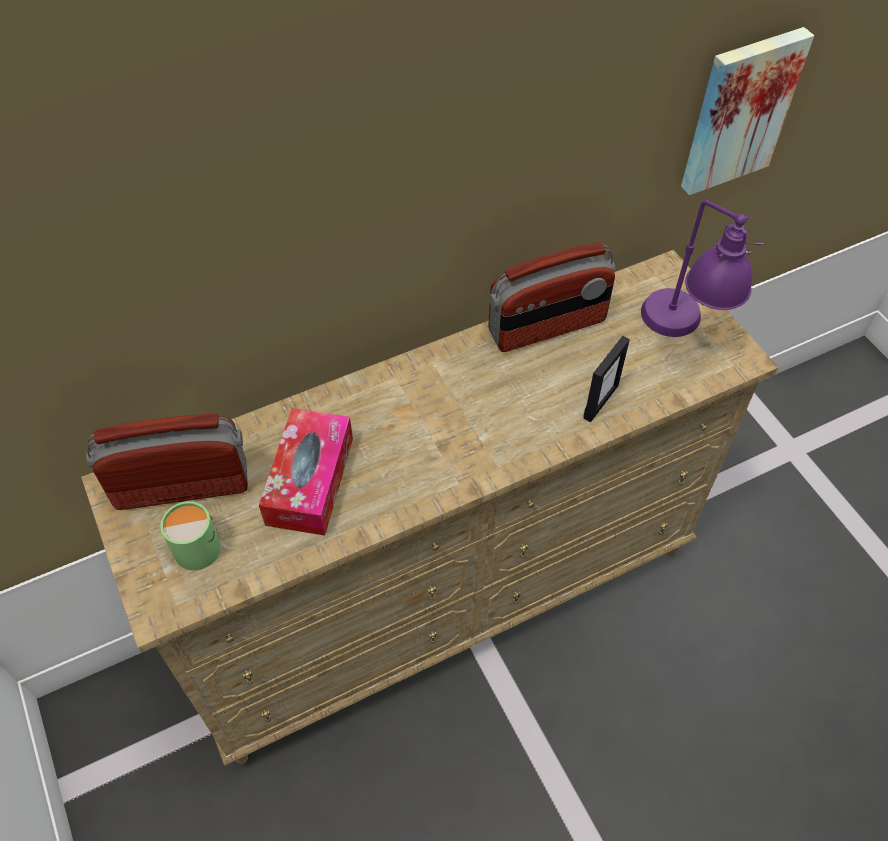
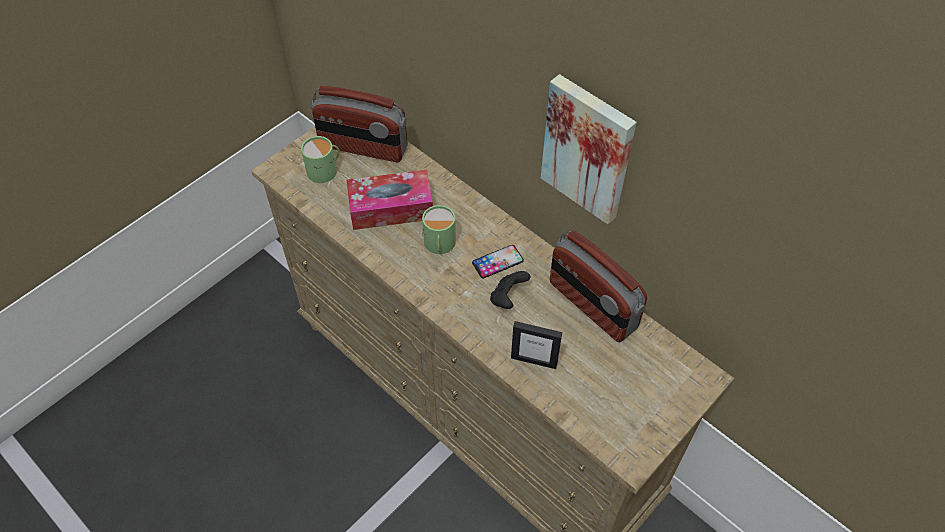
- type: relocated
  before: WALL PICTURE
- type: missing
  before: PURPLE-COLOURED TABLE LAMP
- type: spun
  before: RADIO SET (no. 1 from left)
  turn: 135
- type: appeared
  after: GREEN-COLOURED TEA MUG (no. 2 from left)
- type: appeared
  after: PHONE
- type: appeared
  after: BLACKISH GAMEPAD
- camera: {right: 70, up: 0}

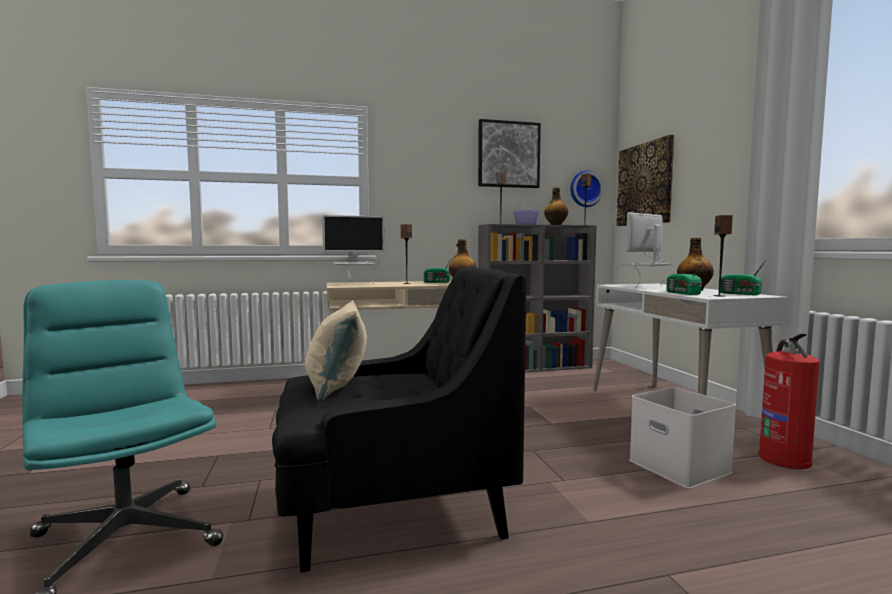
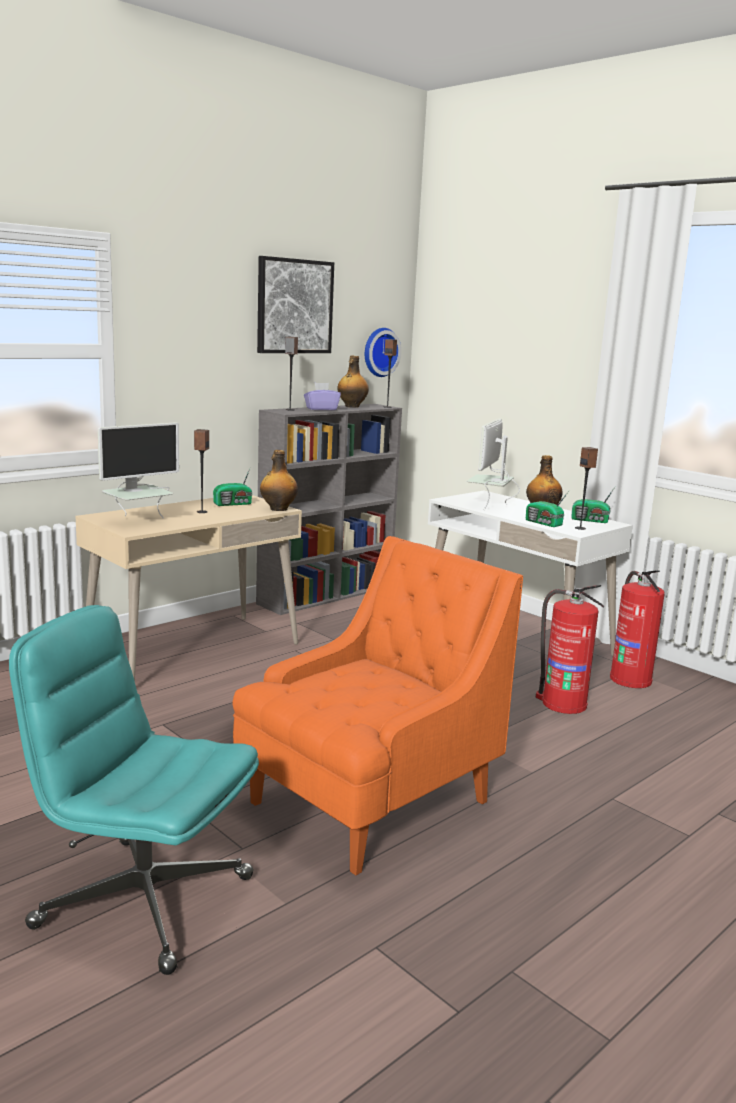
- type: missing
  before: WALL PICTURE (no. 2 from left)
- type: colour
  before: BLACKISH ARMCHAIR
  after: ORANGE-COLOURED ARMCHAIR
- type: missing
  before: SAND-COLOURED PILLOW
- type: exchanged
  before: WHITE STORAGE BOX
  after: EXTINGUISHER (no. 1 from left)
- camera: {right: -30, up: 10}

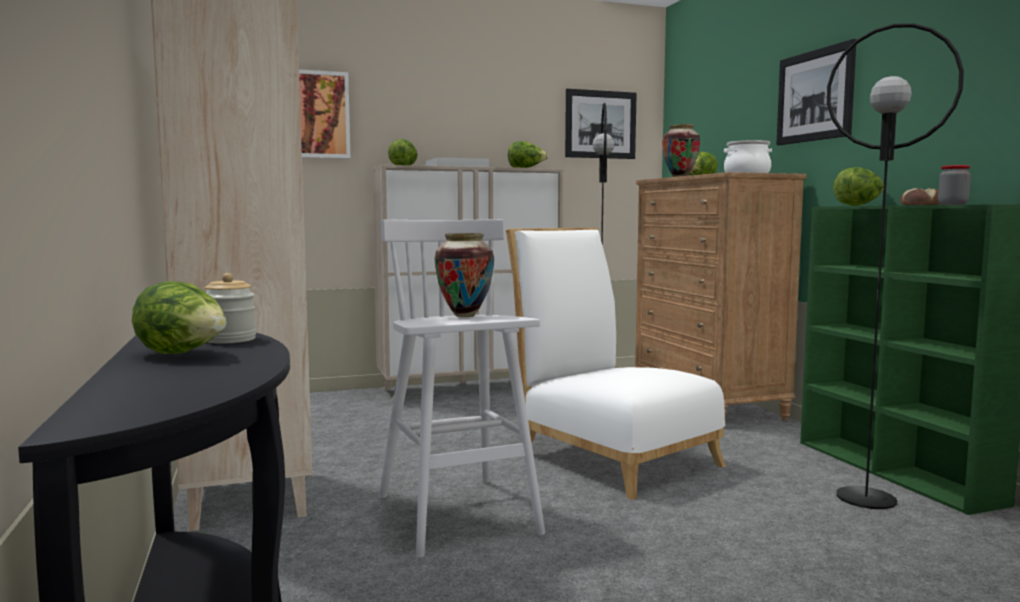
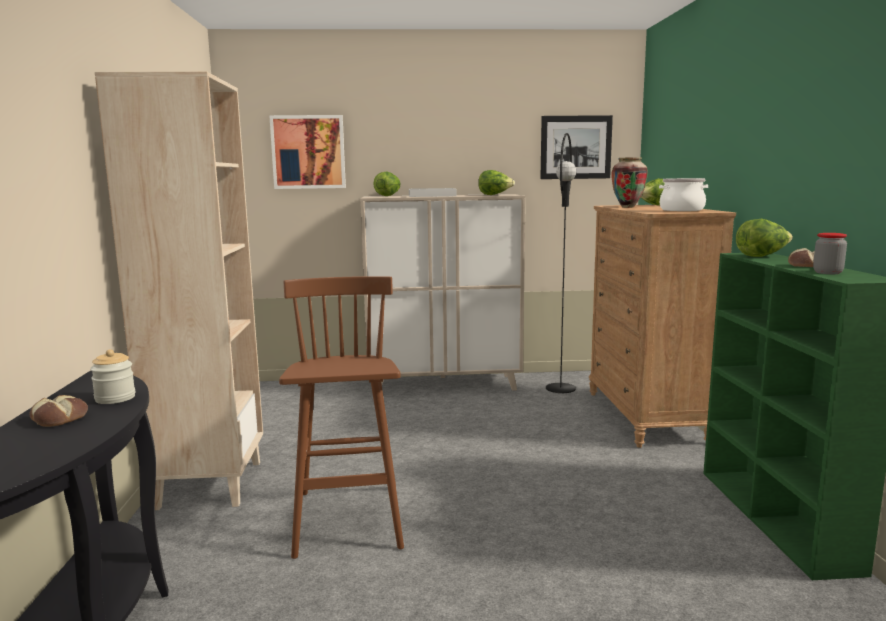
- type: missing
  before: BLACKISH STANDING LAMP (no. 2 from left)
- type: missing
  before: WALL PICTURE (no. 3 from left)
- type: colour
  before: WHITE STOOL
  after: BROWN-COLOURED STOOL
- type: missing
  before: WHITE PLAIN CHAIR
- type: missing
  before: DECORATIVE VASE (no. 1 from left)
- type: exchanged
  before: LETTUCE (no. 1 from left)
  after: BREAD (no. 1 from left)
- camera: {right: 15, up: 5}

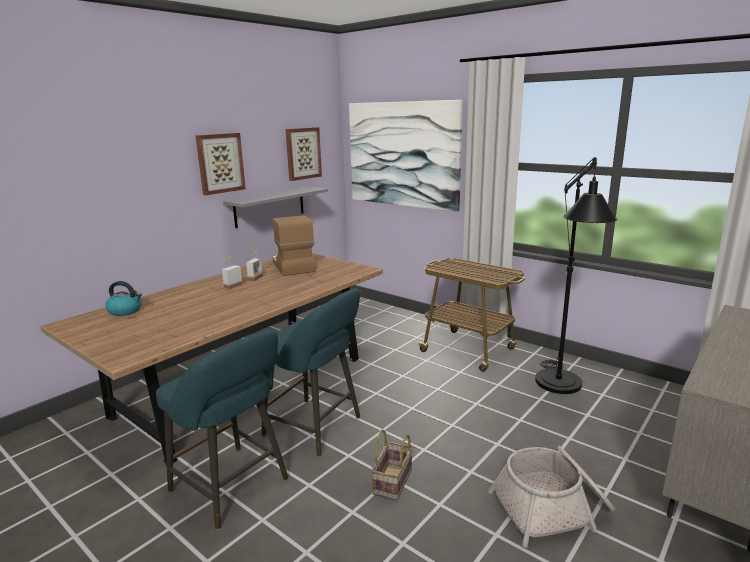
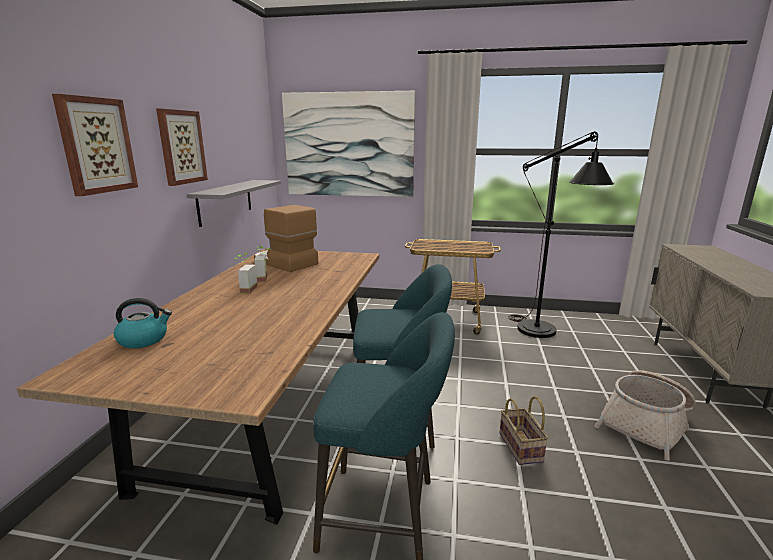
- type: relocated
  before: WALL PICTURE (no. 2 from left in the first image)
  after: WALL PICTURE (no. 1 from left)
- camera: {right: -30, up: 0}

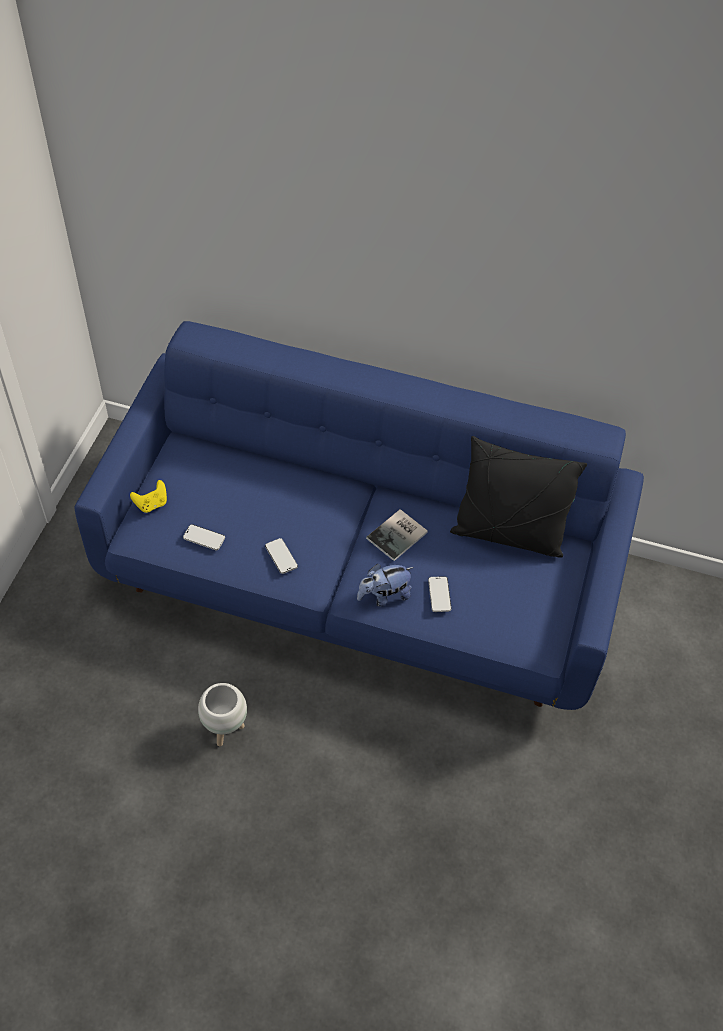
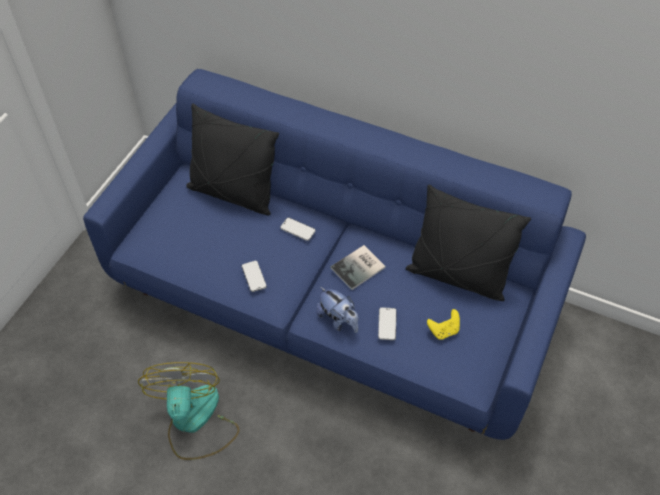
- type: relocated
  before: YELLOW GAMEPAD
- type: relocated
  before: PHONE (no. 1 from left in the first image)
  after: PHONE (no. 2 from left)
- type: spun
  before: CUDDLY TOY
  turn: -120
- type: exchanged
  before: WHITE PLANTER
  after: ELECTRIC FAN
- type: appeared
  after: BLACKISH PILLOW (no. 1 from left)
- camera: {right: 10, up: 0}

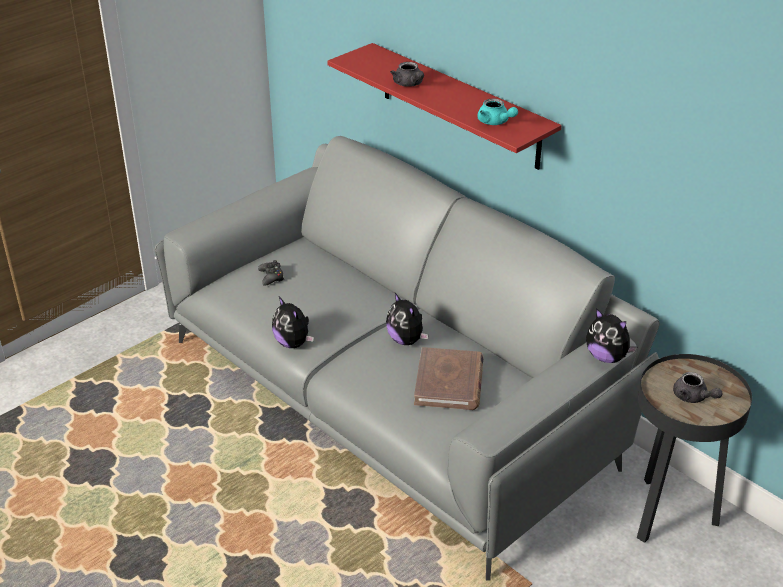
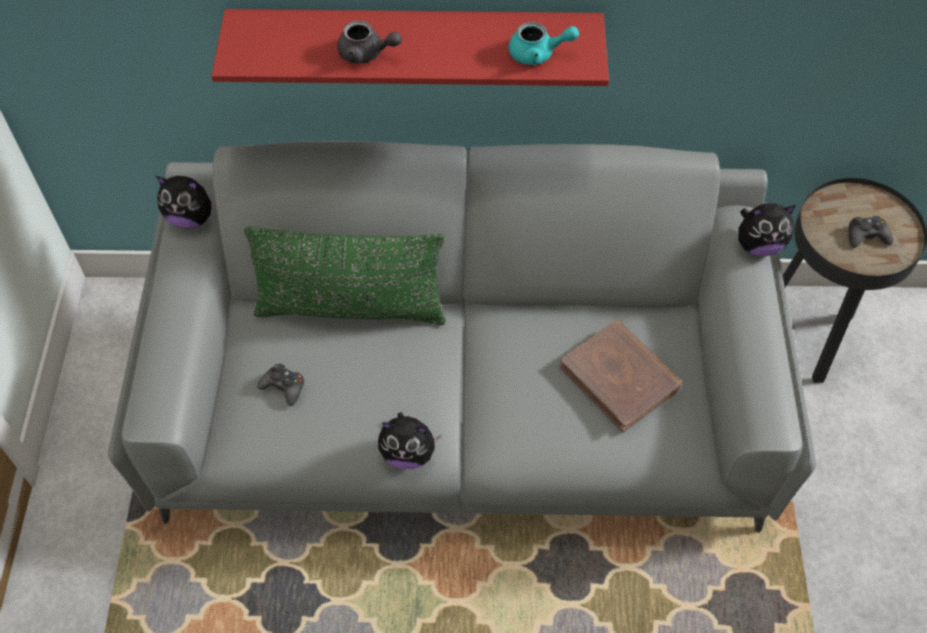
- type: relocated
  before: CUDDLY TOY (no. 2 from left in the first image)
  after: CUDDLY TOY (no. 1 from left)
- type: exchanged
  before: GRAY POT FOR TEA (no. 2 from left)
  after: BLACKISH GAMEPAD (no. 2 from left)
- type: appeared
  after: GREEN-COLOURED PILLOW
- camera: {right: -45, up: 20}

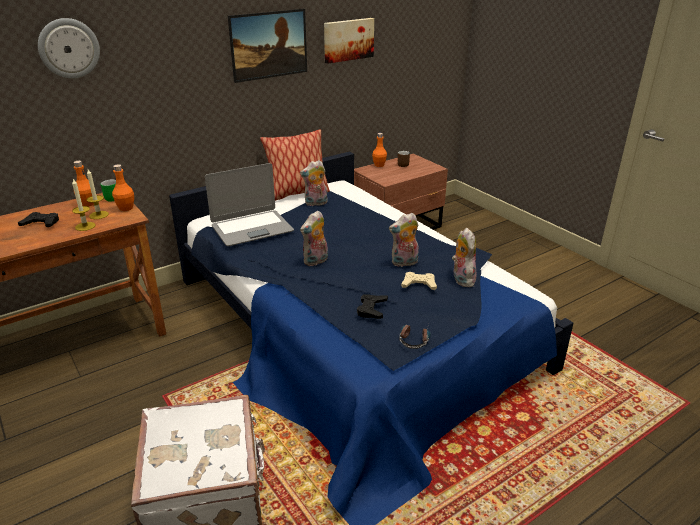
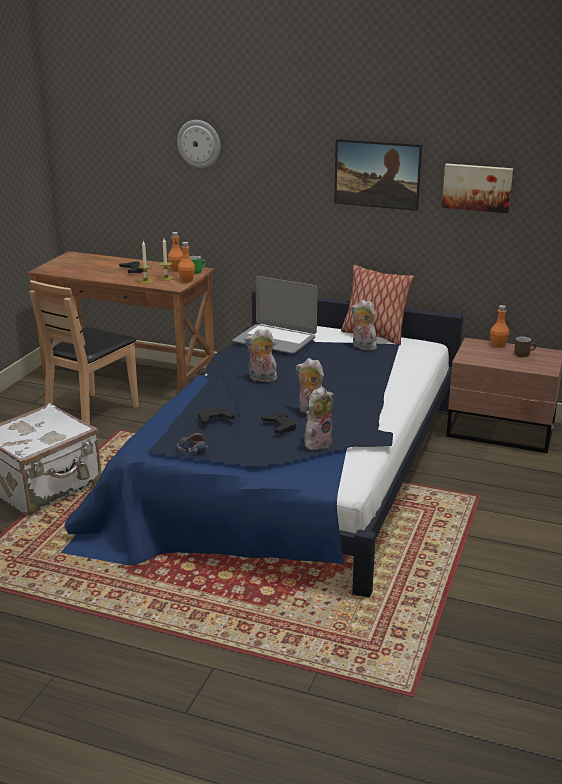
- type: colour
  before: SAND-COLOURED GAMEPAD
  after: BLACKISH GAMEPAD (no. 3 from left)
- type: appeared
  after: BROWN-COLOURED PLAIN CHAIR
- camera: {right: 55, up: -5}

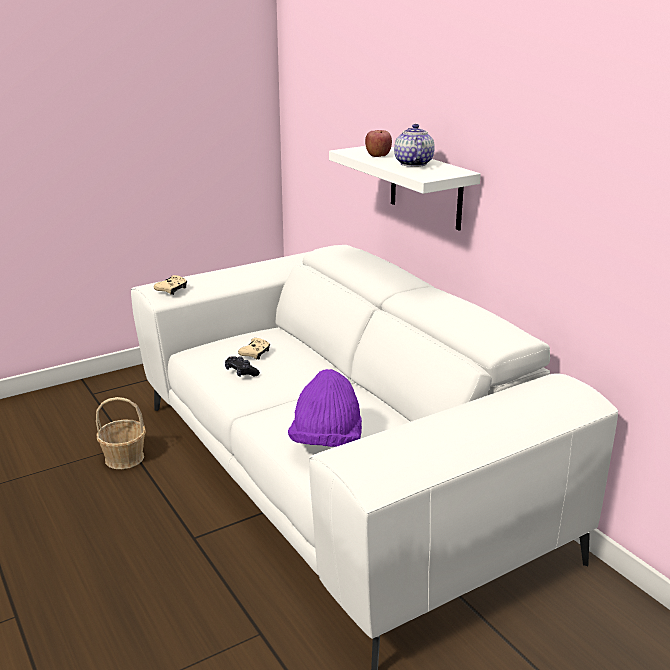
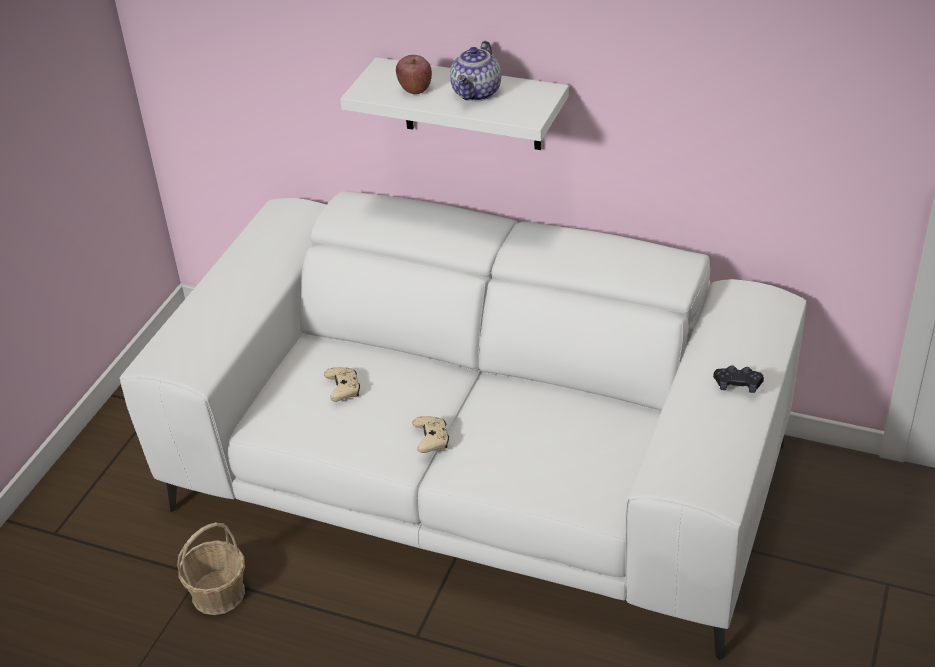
- type: spun
  before: POT FOR TEA
  turn: -120
- type: relocated
  before: SAND-COLOURED GAMEPAD (no. 1 from left in the first image)
  after: SAND-COLOURED GAMEPAD (no. 2 from left)
- type: relocated
  before: BLACKISH GAMEPAD
- type: missing
  before: PURPLE-COLOURED HAT
- camera: {right: -35, up: 15}

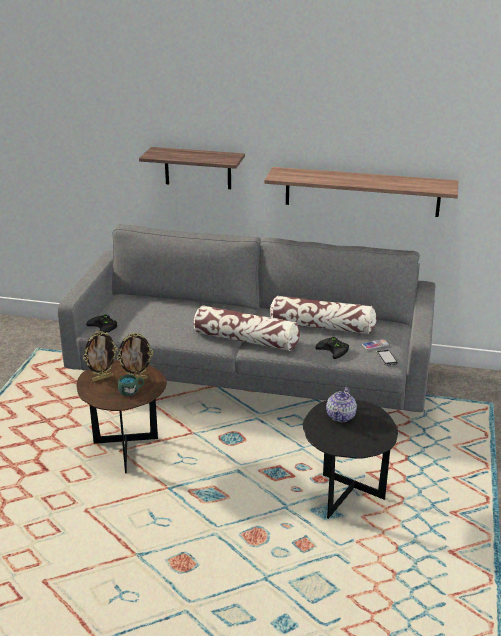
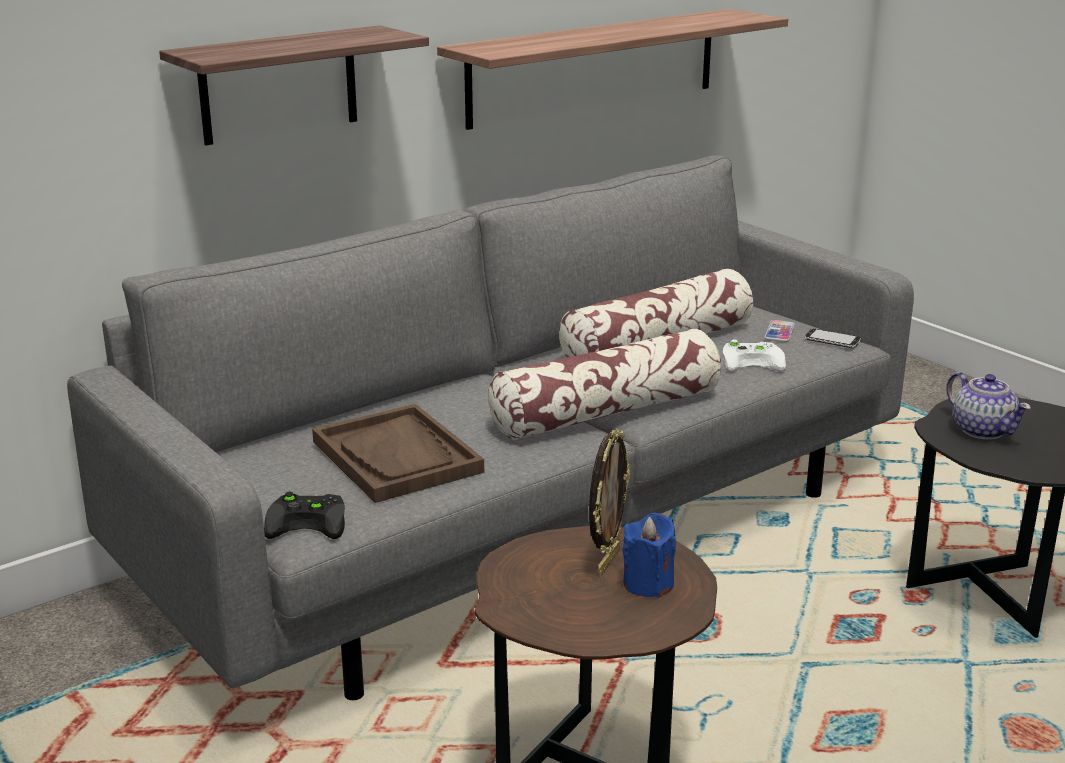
- type: missing
  before: PHOTO FRAME (no. 1 from left)
- type: colour
  before: BLACKISH GAMEPAD (no. 2 from left)
  after: WHITE GAMEPAD
- type: exchanged
  before: GREEN-COLOURED TEA MUG
  after: BLUE CANDLE
- type: appeared
  after: BROWN-COLOURED SERVING TRAY
- camera: {right: -50, up: -5}

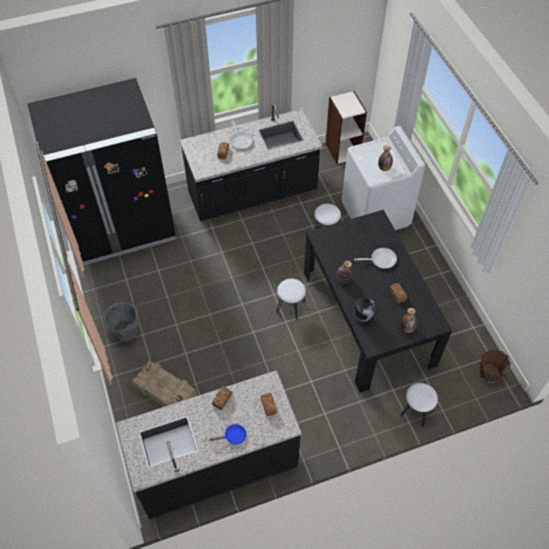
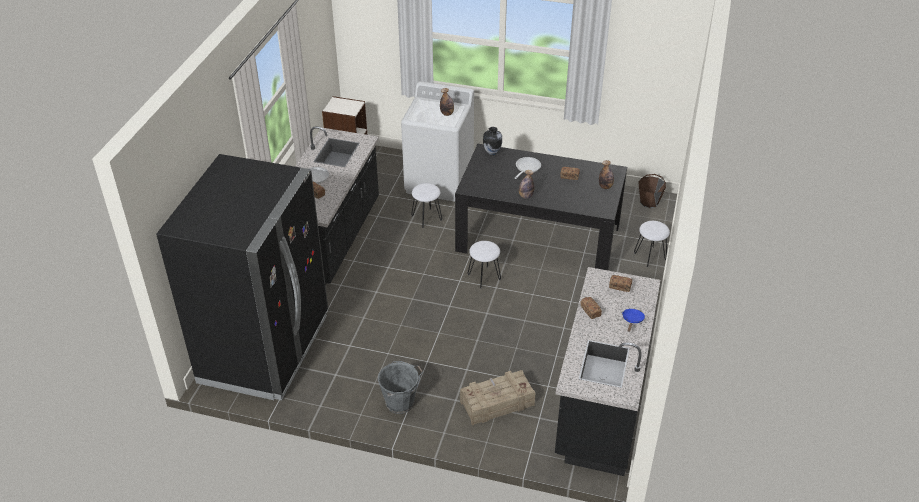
- type: relocated
  before: DECORATIVE VASE
- camera: {right: -55, up: -15}

